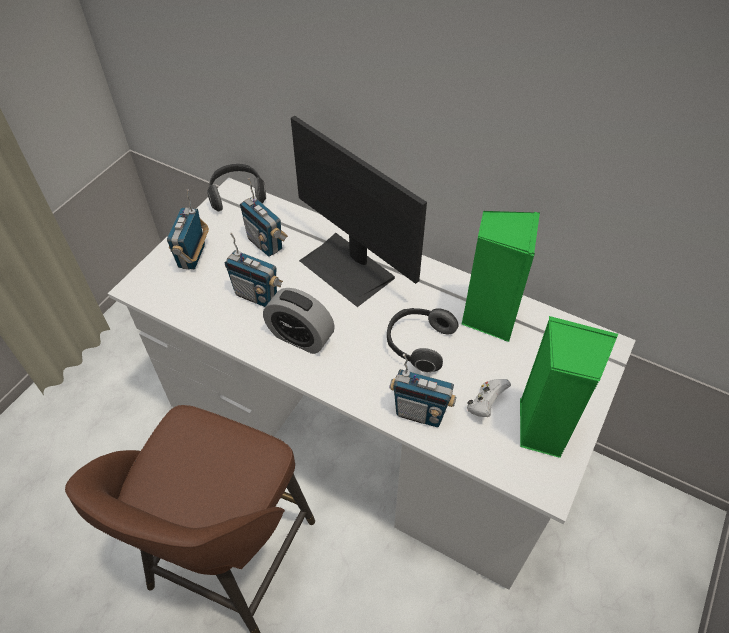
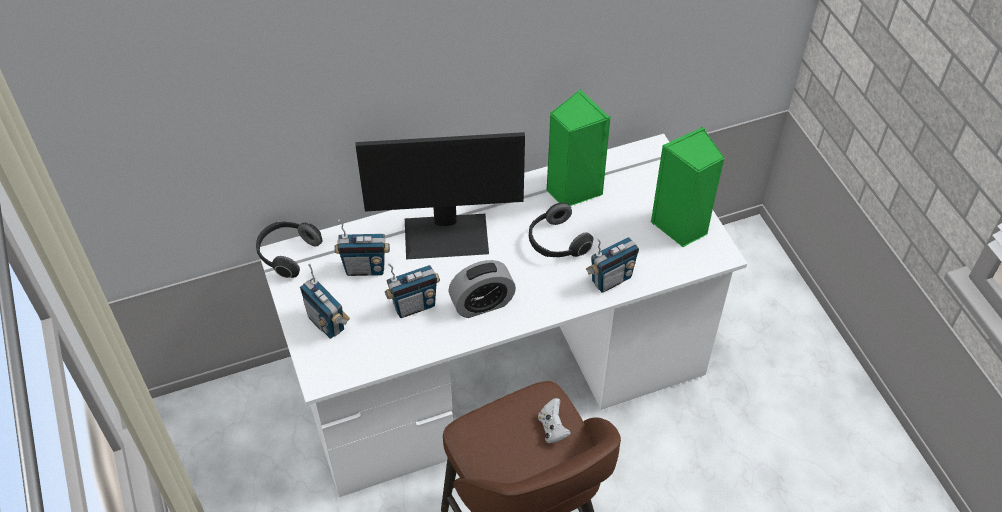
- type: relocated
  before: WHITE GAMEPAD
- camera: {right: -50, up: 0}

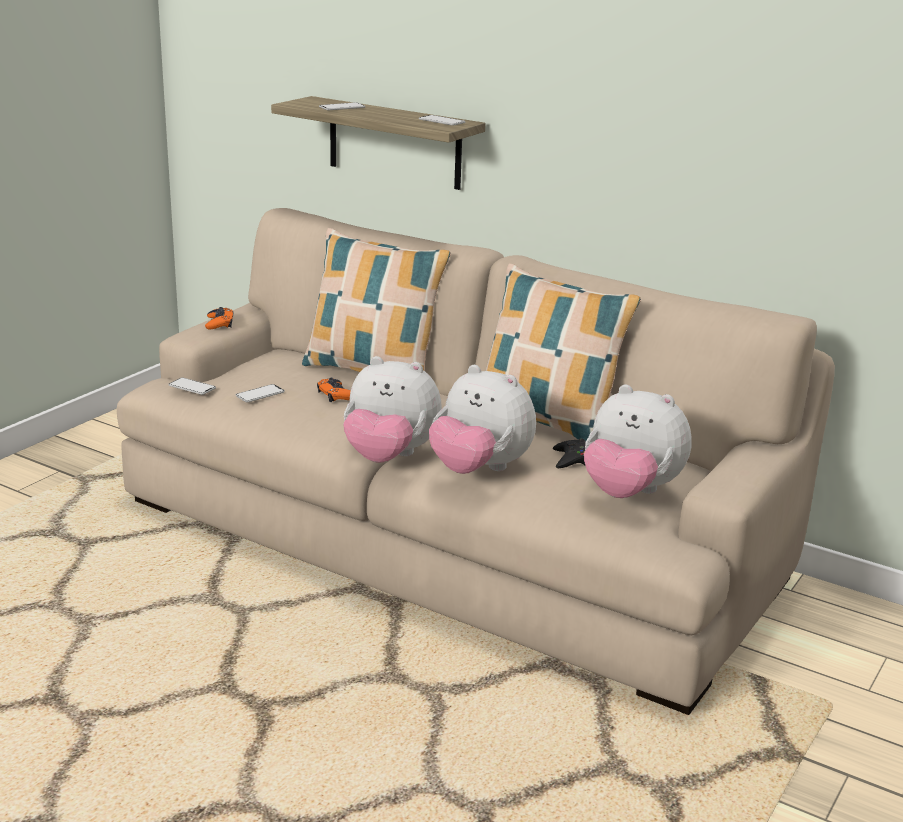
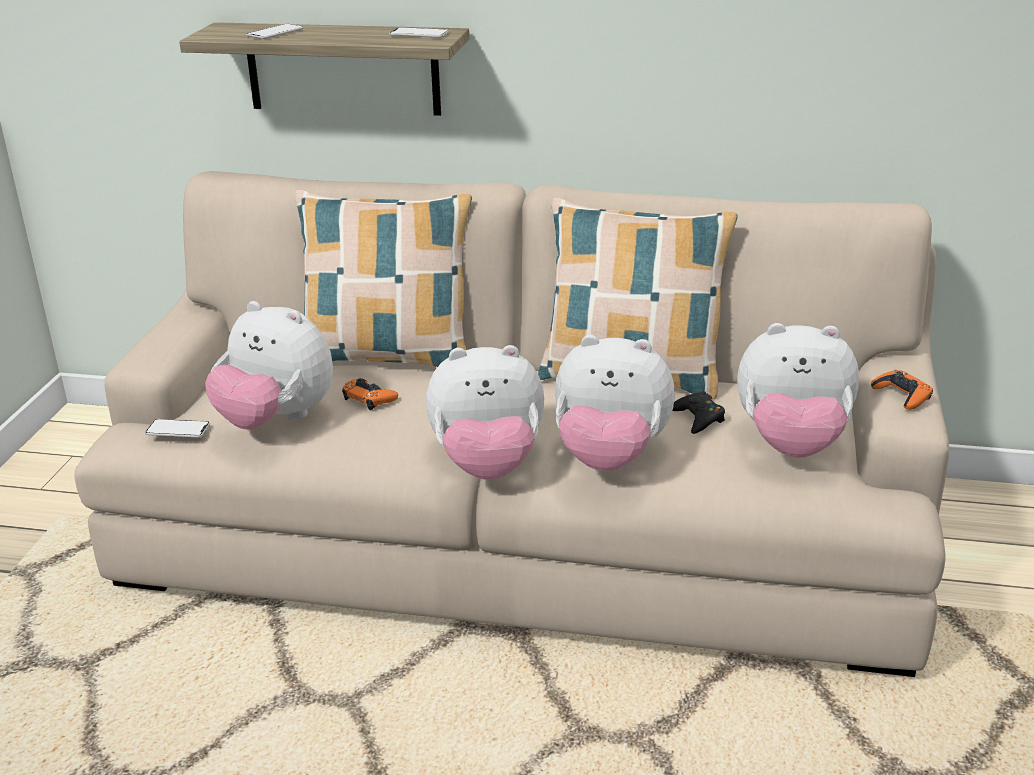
- type: relocated
  before: ORANGE-COLOURED GAMEPAD (no. 1 from left in the first image)
  after: ORANGE-COLOURED GAMEPAD (no. 2 from left)
- type: exchanged
  before: PHONE (no. 2 from left)
  after: CUDDLY TOY (no. 1 from left)
- camera: {right: -20, up: 5}

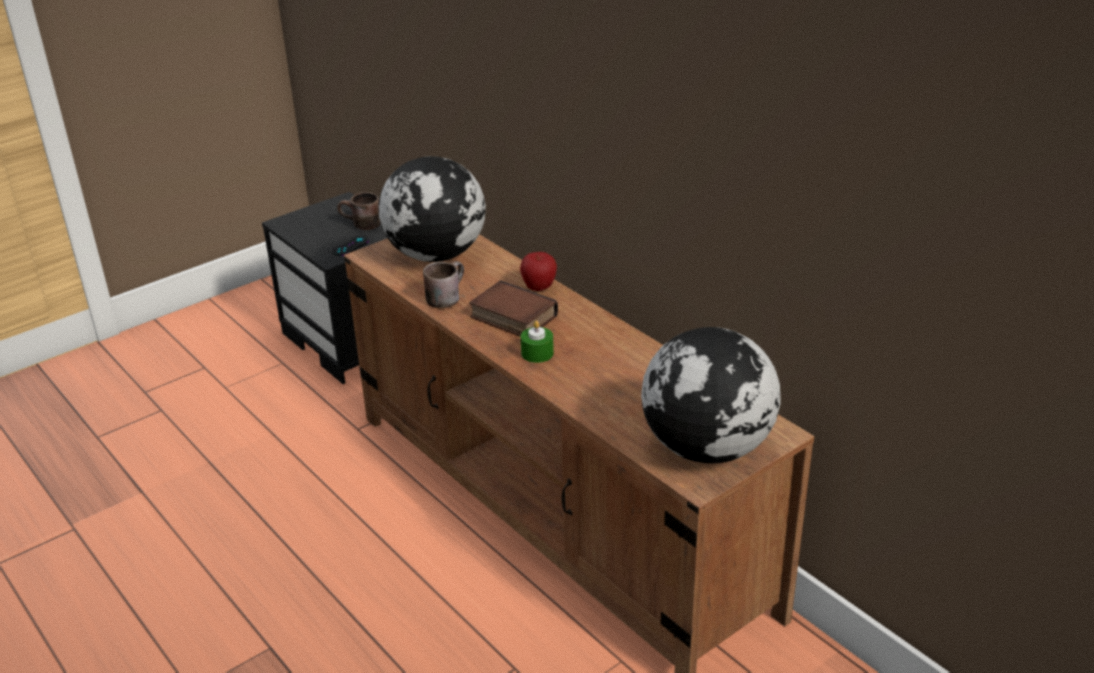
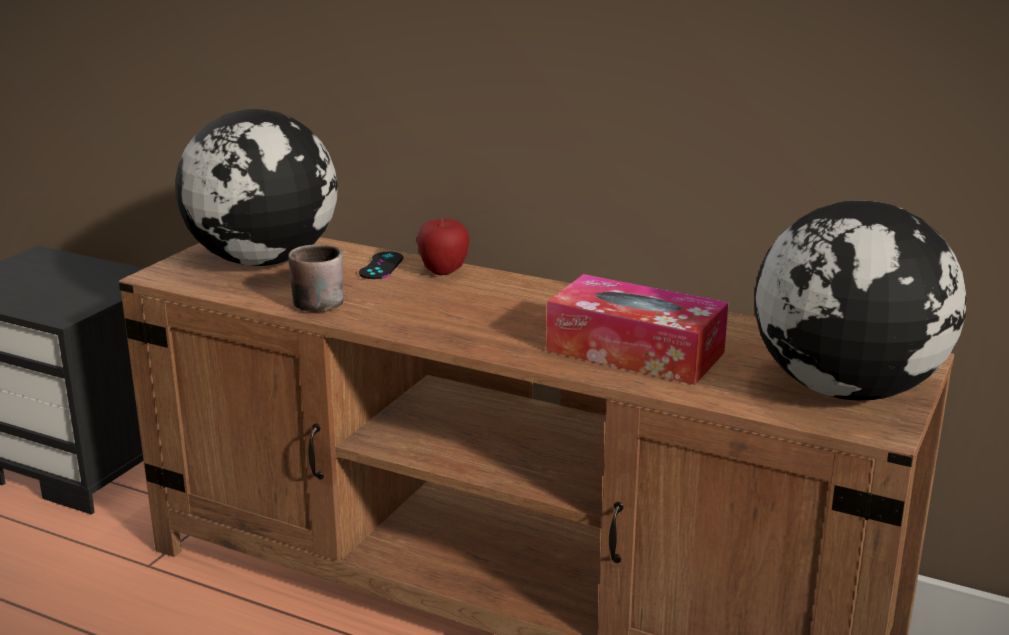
- type: missing
  before: BROWN-COLOURED TEA MUG (no. 1 from left)
- type: relocated
  before: BLACKISH GAMEPAD
- type: missing
  before: BOOK
- type: missing
  before: GREEN-COLOURED CANDLE
- type: appeared
  after: TISSUE HOLDER
- camera: {right: -25, up: -10}

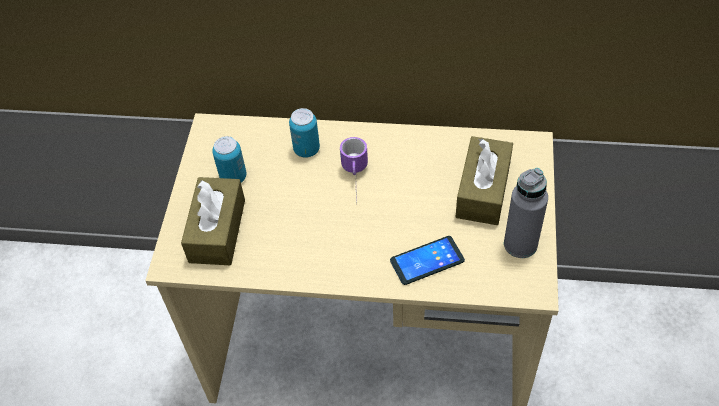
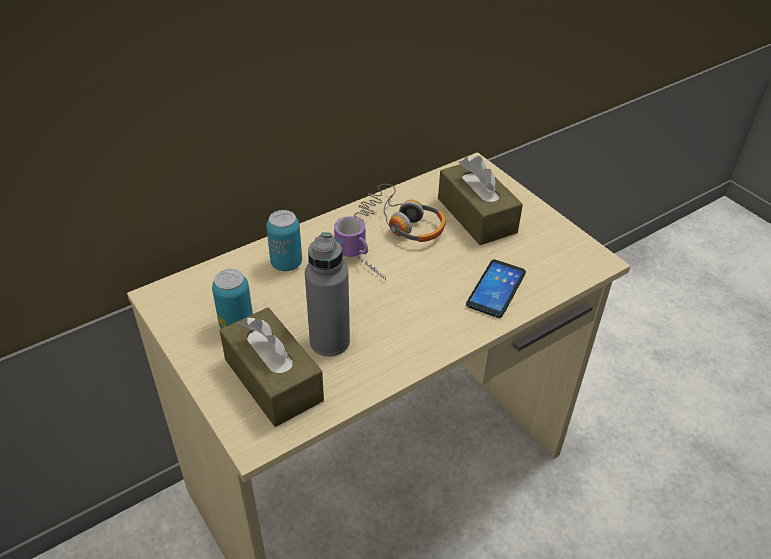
- type: relocated
  before: GRAY BEVERAGE BOTTLE
- type: appeared
  after: PAIR OF HEADPHONES
- camera: {right: -45, up: -10}

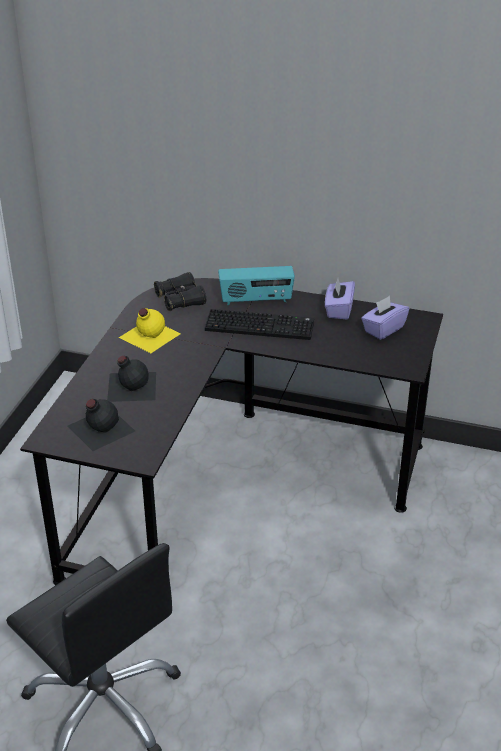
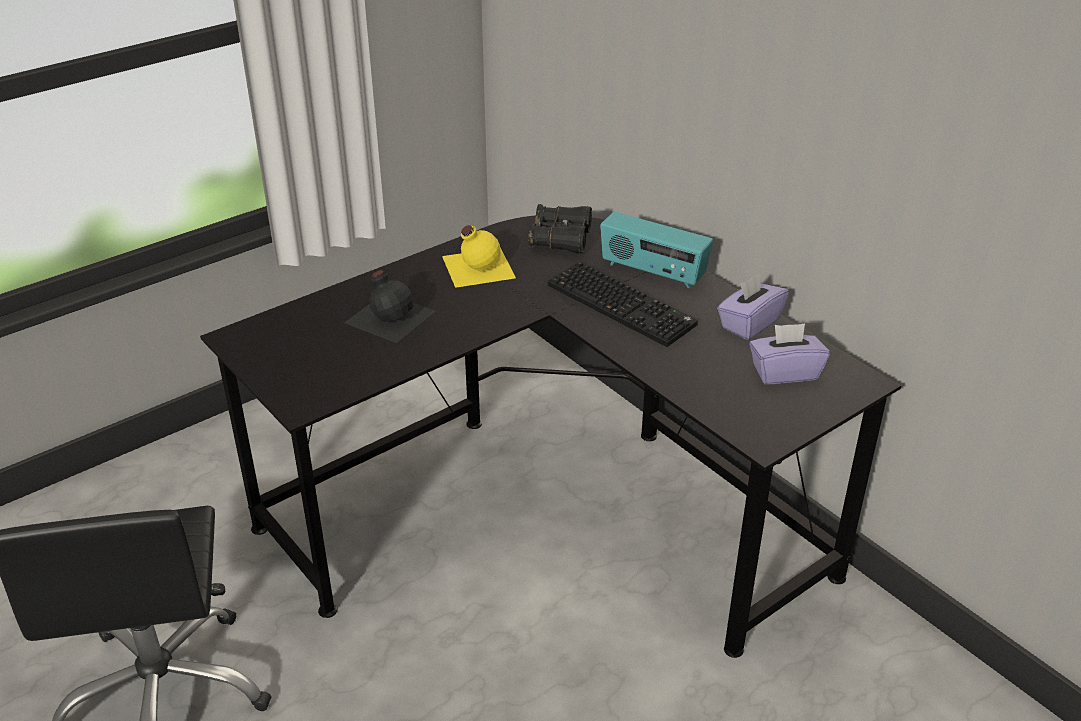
- type: missing
  before: BLACKISH BEVERAGE BOTTLE (no. 1 from left)
- camera: {right: 35, up: 0}

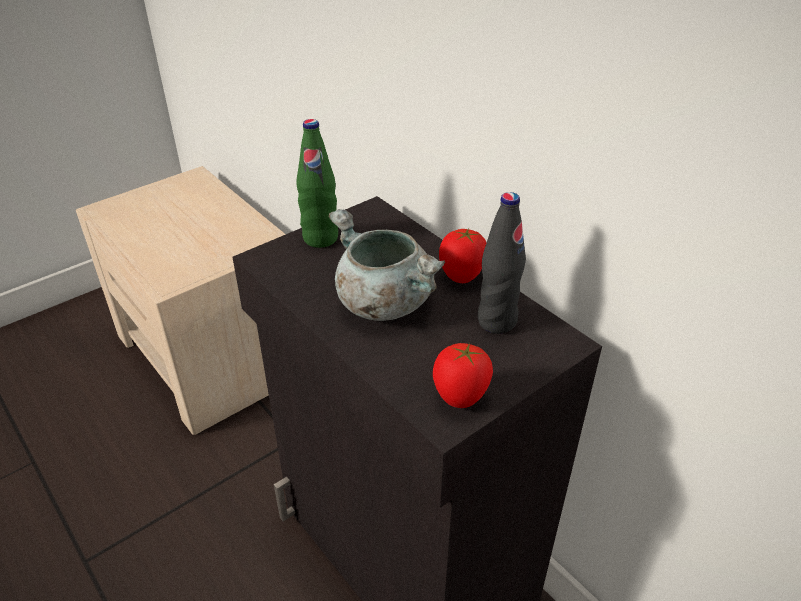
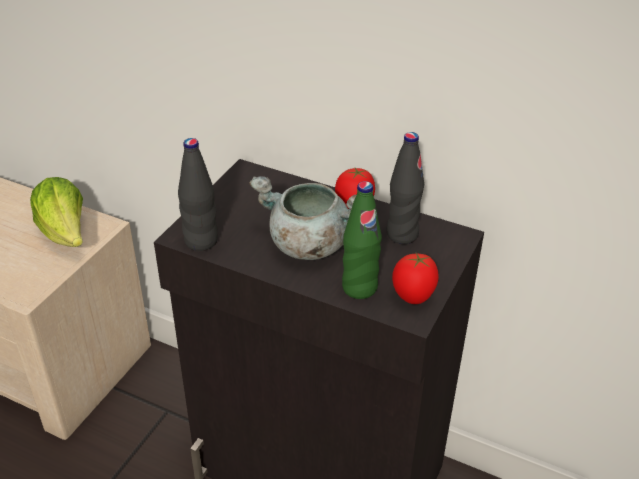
- type: relocated
  before: GREEN-COLOURED BEVERAGE BOTTLE
- type: appeared
  after: BLACKISH BEVERAGE BOTTLE (no. 1 from left)
- type: appeared
  after: LETTUCE
- camera: {right: -25, up: 0}

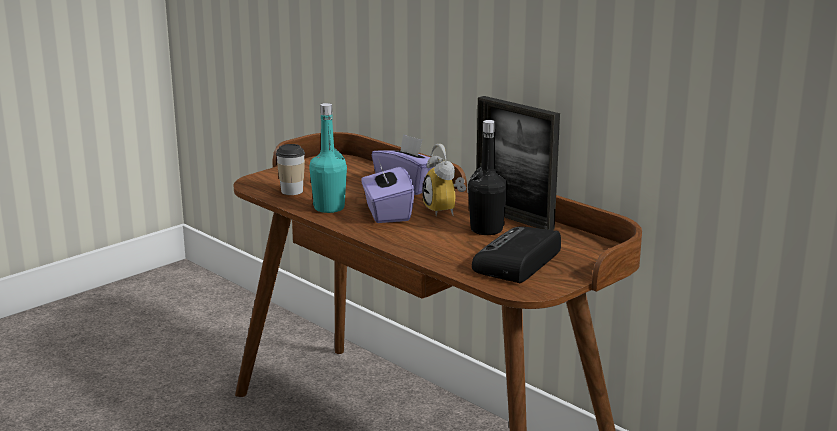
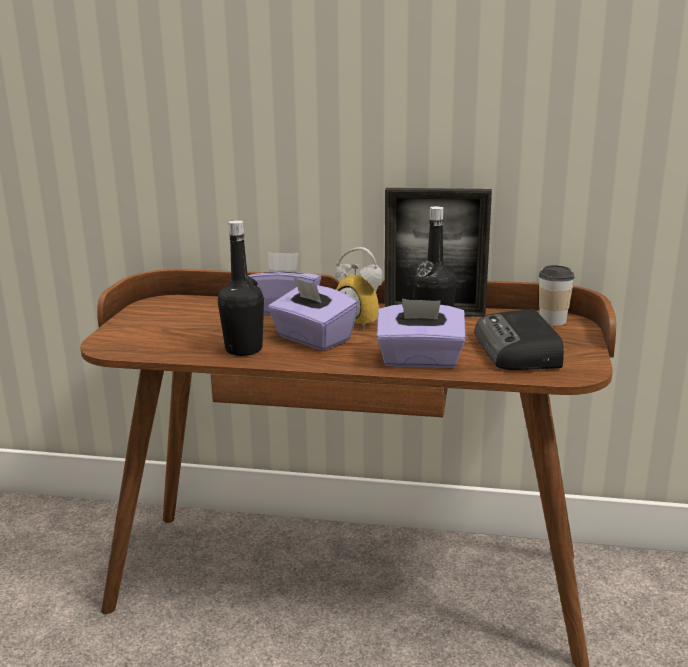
- type: colour
  before: BLUE-GREEN BEVERAGE BOTTLE
  after: BLACKISH BEVERAGE BOTTLE (no. 1 from left)
- type: relocated
  before: SMALL CUP
- type: appeared
  after: PURPLE-COLOURED TISSUE HOLDER (no. 3 from left)
- camera: {right: -35, up: 0}

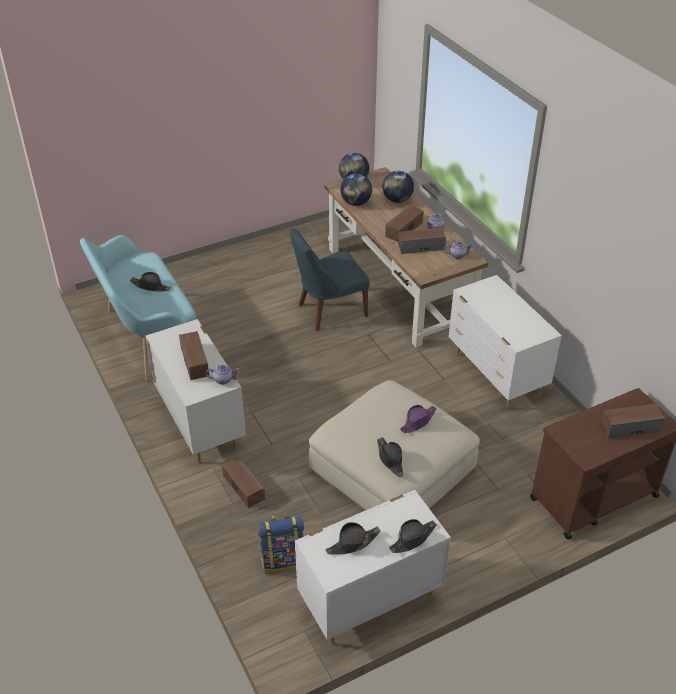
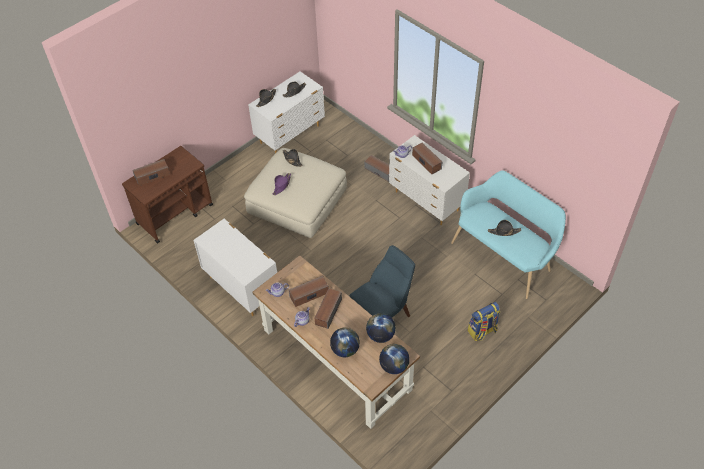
- type: relocated
  before: BACKPACK
- camera: {right: 165, up: 10}

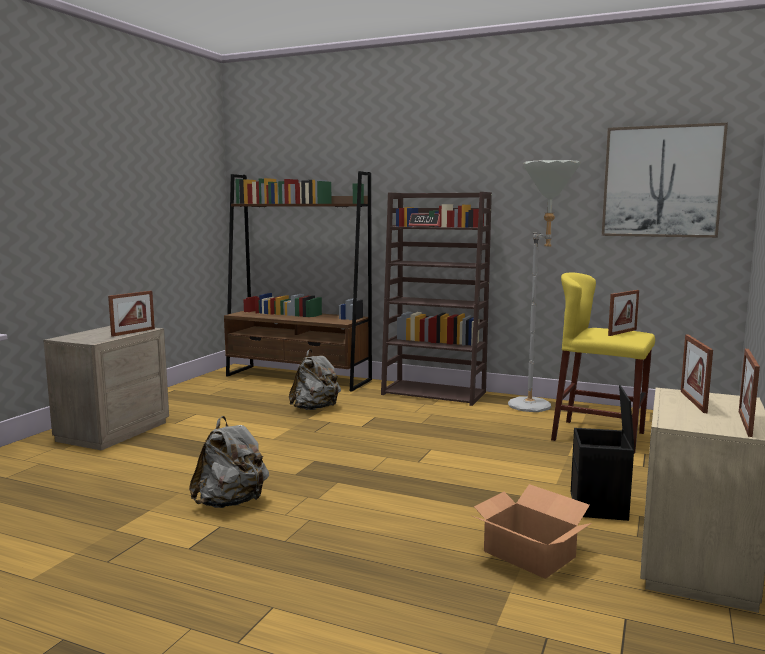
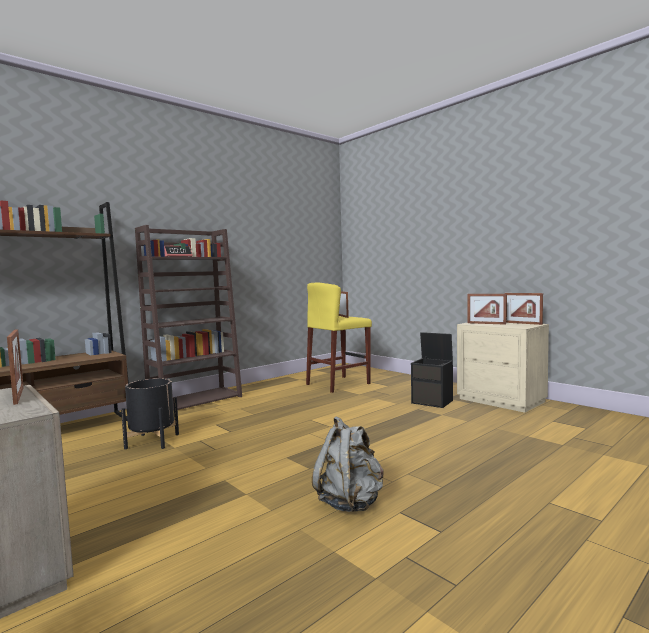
- type: missing
  before: WALL PICTURE
- type: missing
  before: GRAY STANDING LAMP
- type: exchanged
  before: GRAY BACKPACK (no. 2 from left)
  after: BLACKISH PLANTER
- type: missing
  before: PACKING BOX
- camera: {right: -65, up: -5}

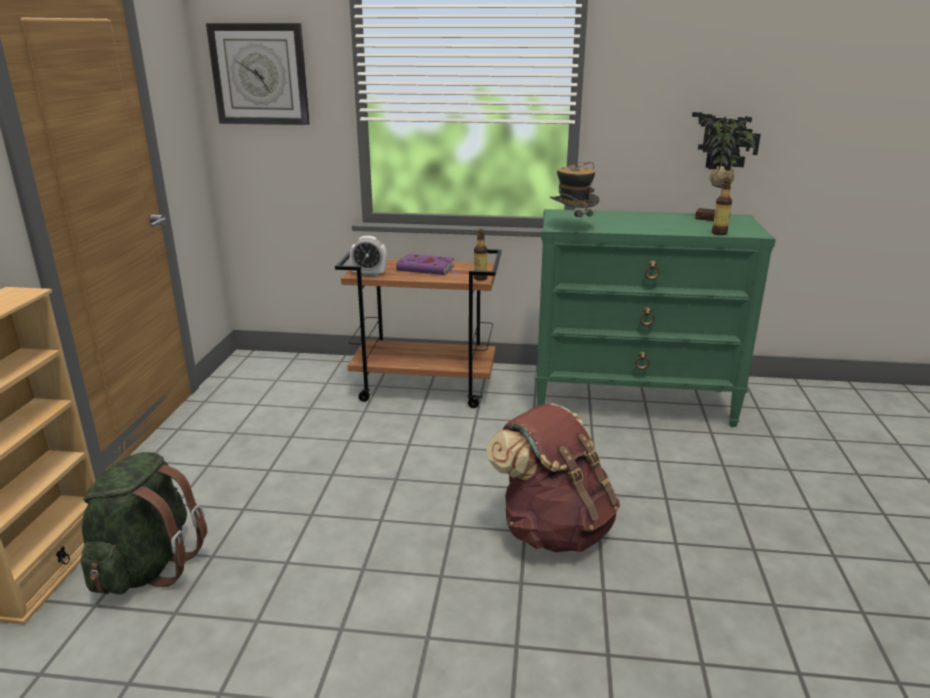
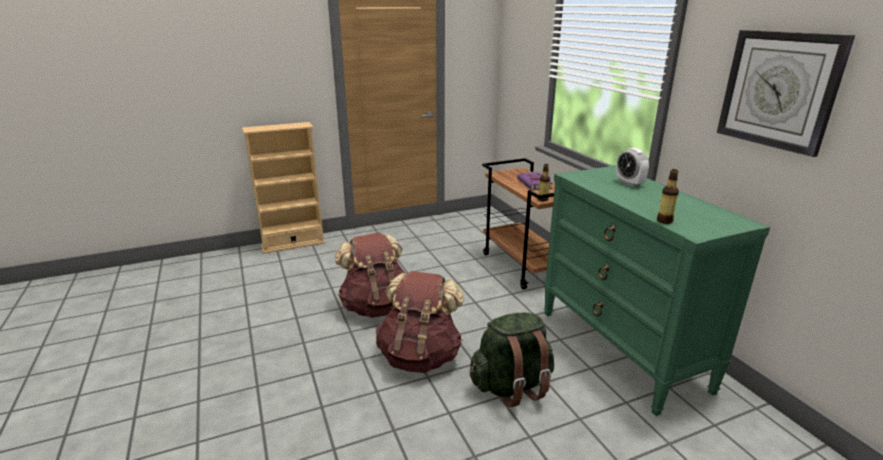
- type: relocated
  before: WALL CLOCK
- type: missing
  before: HOUSEPLANT
- type: missing
  before: HAT
- type: relocated
  before: ALARM CLOCK
- type: relocated
  before: GREEN-COLOURED BACKPACK
- type: appeared
  after: BROWN-COLOURED BACKPACK (no. 1 from left)
- camera: {right: 60, up: 0}

